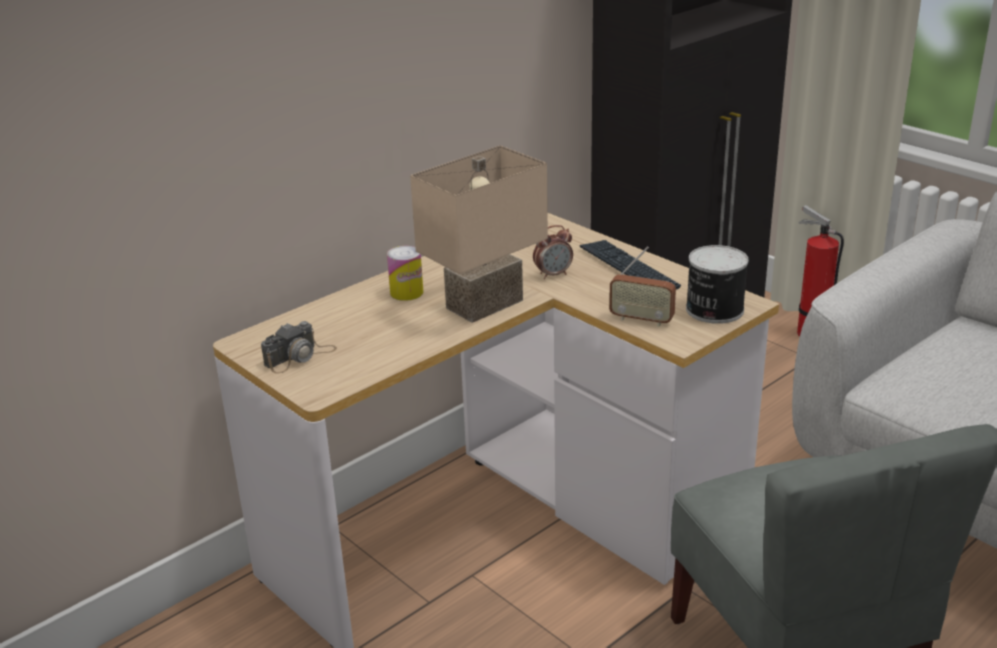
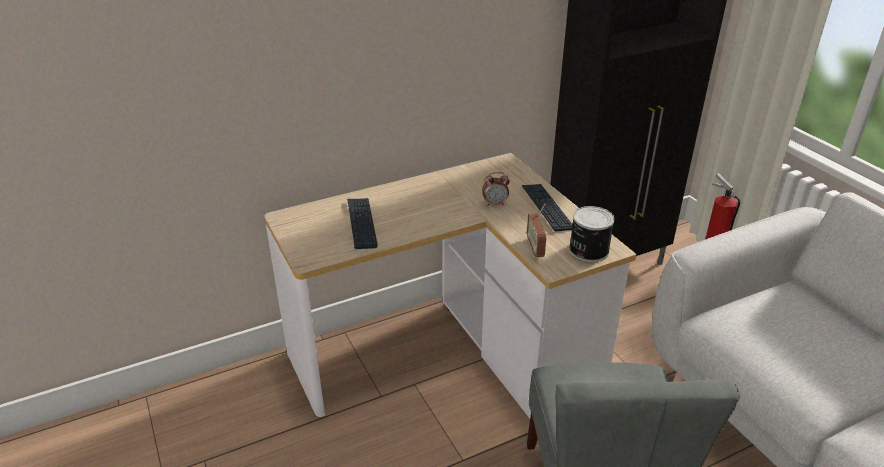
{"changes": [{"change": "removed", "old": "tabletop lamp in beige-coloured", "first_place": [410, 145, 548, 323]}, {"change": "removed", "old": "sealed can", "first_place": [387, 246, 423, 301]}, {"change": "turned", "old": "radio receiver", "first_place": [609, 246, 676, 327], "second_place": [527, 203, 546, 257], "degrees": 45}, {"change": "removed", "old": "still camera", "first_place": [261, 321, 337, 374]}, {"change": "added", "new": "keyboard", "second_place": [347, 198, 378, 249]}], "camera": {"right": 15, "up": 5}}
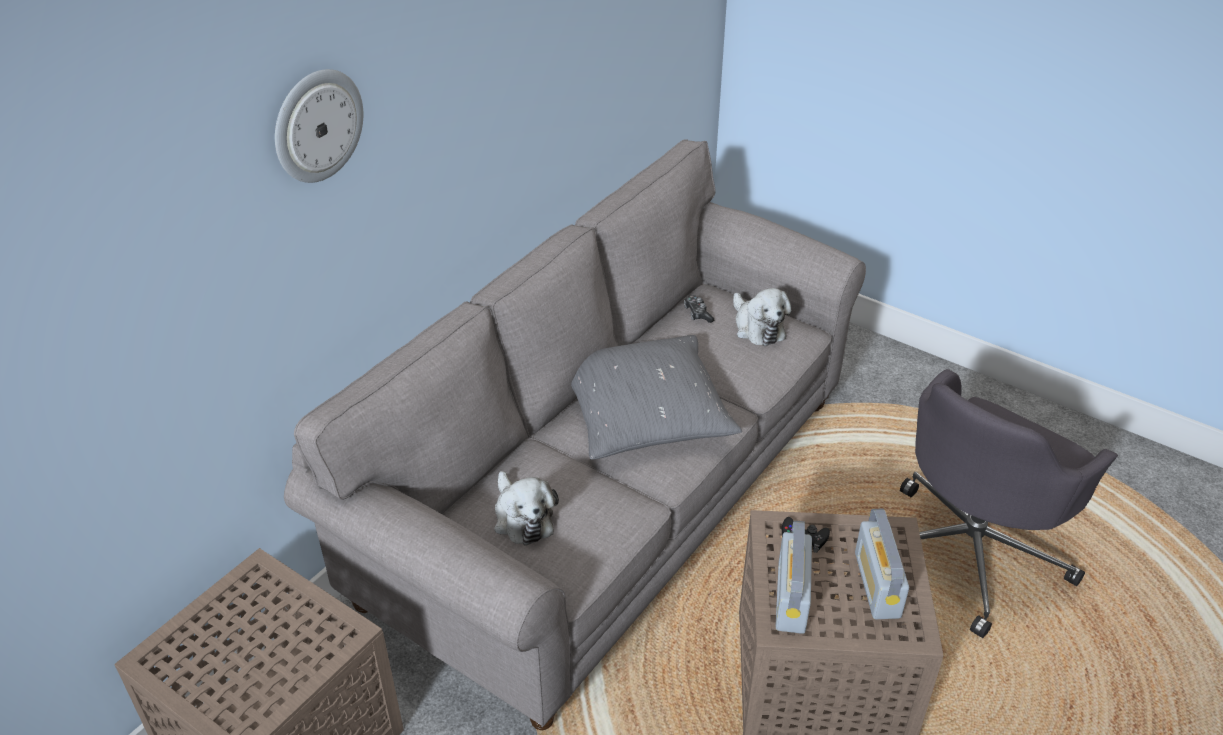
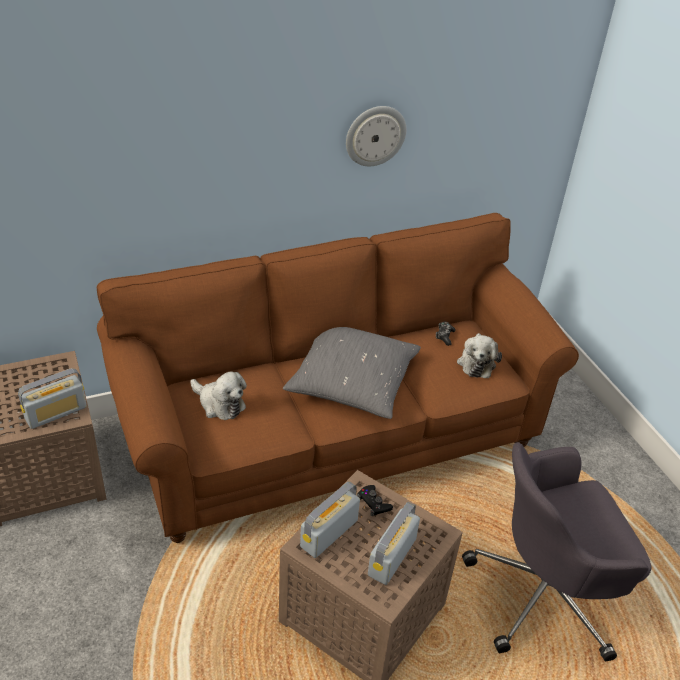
{"changes": [{"change": "moved", "old": "hanging clock", "first_place": [275, 69, 363, 183], "second_place": [346, 106, 406, 166]}, {"change": "recoloured", "old": "couch in grey", "new": "couch in brown", "first_place": [284, 139, 866, 730], "second_place": [97, 213, 579, 543]}, {"change": "turned", "old": "cuddly toy", "first_place": [494, 471, 559, 546], "second_place": [190, 371, 247, 420], "degrees": -60}, {"change": "added", "new": "radio receiver", "second_place": [18, 368, 87, 429]}], "camera": {"right": 30, "up": 0}}
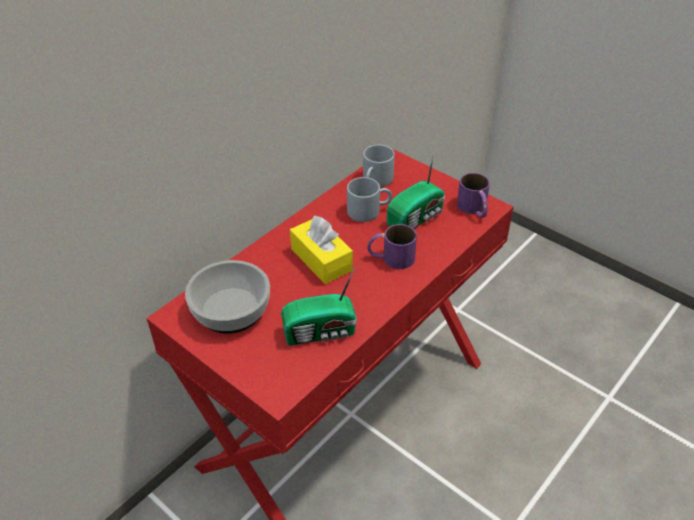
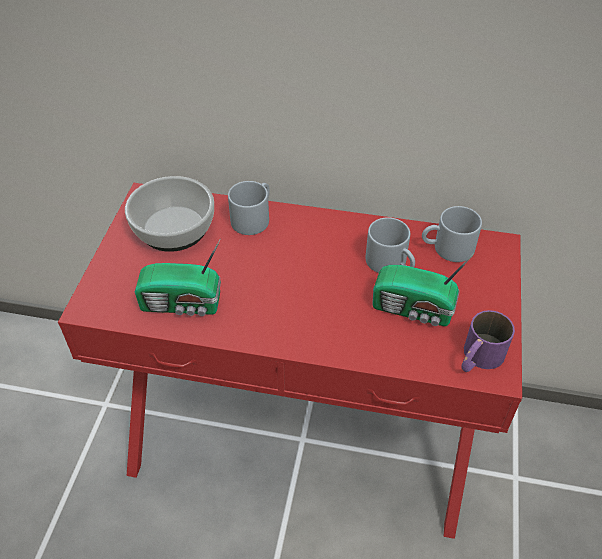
{"changes": [{"change": "removed", "old": "tissue holder in yellowish", "first_place": [290, 216, 353, 284]}, {"change": "removed", "old": "mug in purplish", "first_place": [367, 224, 417, 269]}, {"change": "turned", "old": "radio receiver", "first_place": [281, 267, 357, 345], "second_place": [135, 238, 221, 316], "degrees": -45}, {"change": "added", "new": "mug in grey", "second_place": [228, 181, 270, 235]}], "camera": {"right": 60, "up": 5}}
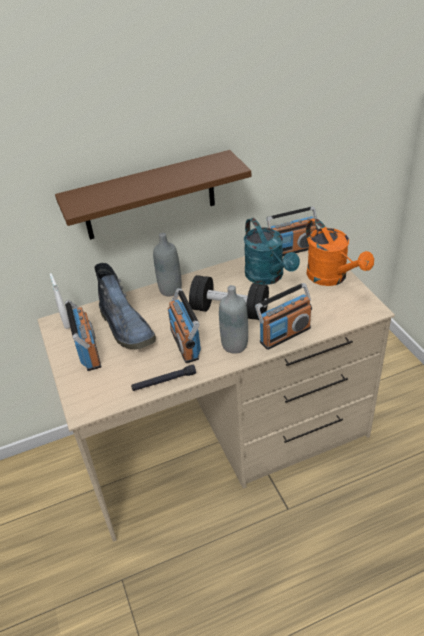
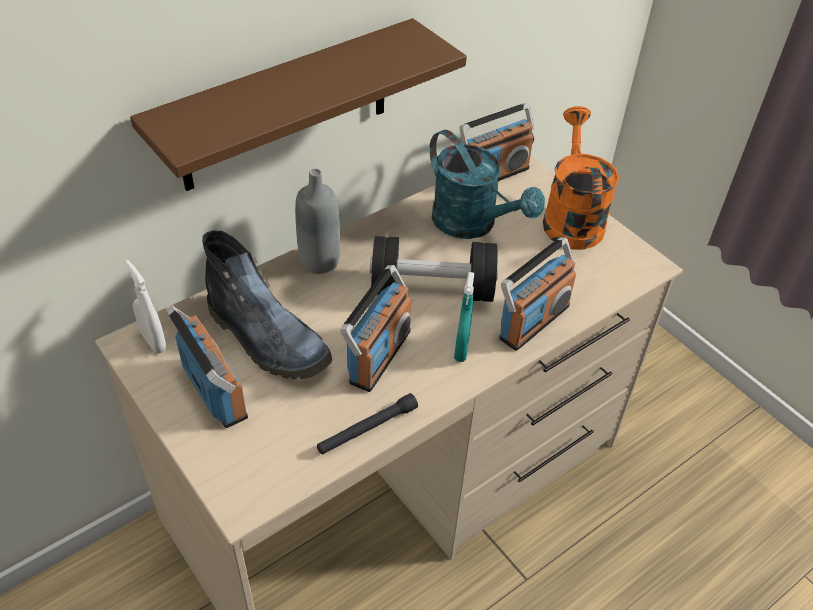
{"changes": [{"change": "turned", "old": "watering can in orange", "first_place": [306, 219, 374, 286], "second_place": [543, 106, 619, 250], "degrees": -135}, {"change": "replaced", "old": "beverage bottle in grey", "new": "sprayer in turquoise", "first_place": [219, 285, 248, 354], "second_place": [454, 272, 474, 362]}, {"change": "turned", "old": "radio receiver", "first_place": [168, 288, 201, 363], "second_place": [340, 265, 411, 392], "degrees": -120}], "camera": {"right": -20, "up": 5}}
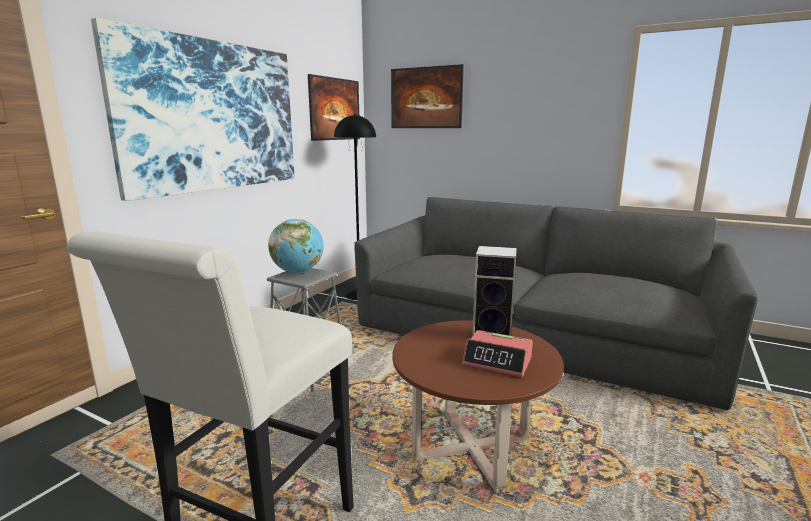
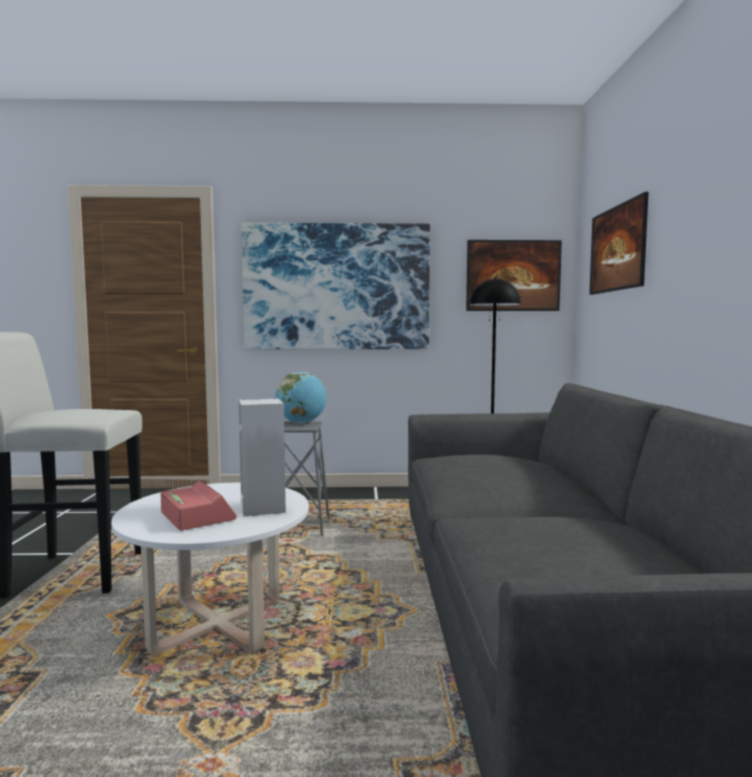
{"changes": [{"change": "recoloured", "old": "low table in brown", "new": "low table in whitish", "first_place": [392, 320, 564, 490], "second_place": [111, 483, 309, 656]}, {"change": "turned", "old": "alarm clock", "first_place": [462, 330, 533, 377], "second_place": [161, 481, 237, 531], "degrees": 150}], "camera": {"right": 60, "up": -10}}
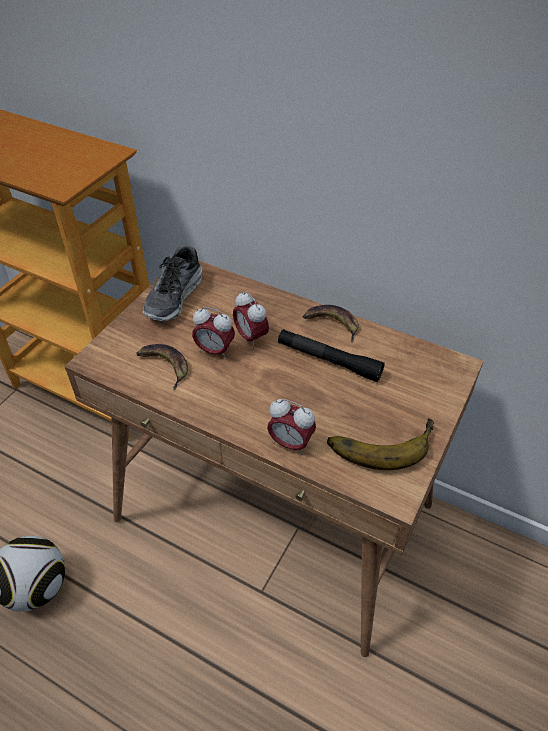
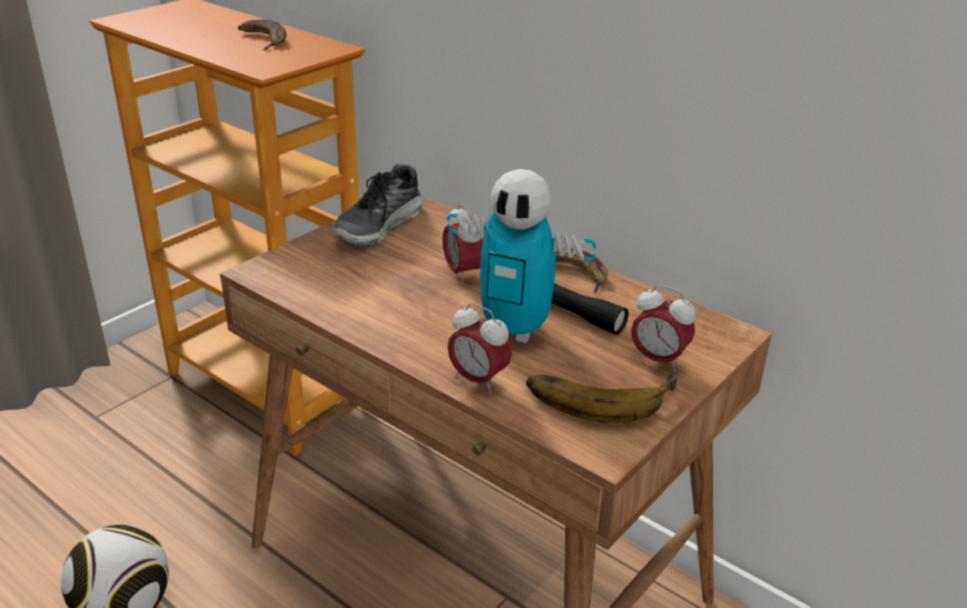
{"changes": [{"change": "moved", "old": "alarm clock", "first_place": [192, 307, 235, 359], "second_place": [631, 285, 696, 372]}, {"change": "moved", "old": "banana", "first_place": [136, 344, 188, 390], "second_place": [238, 19, 287, 50]}, {"change": "added", "new": "model robot", "second_place": [447, 169, 596, 343]}], "camera": {"right": 10, "up": -15}}
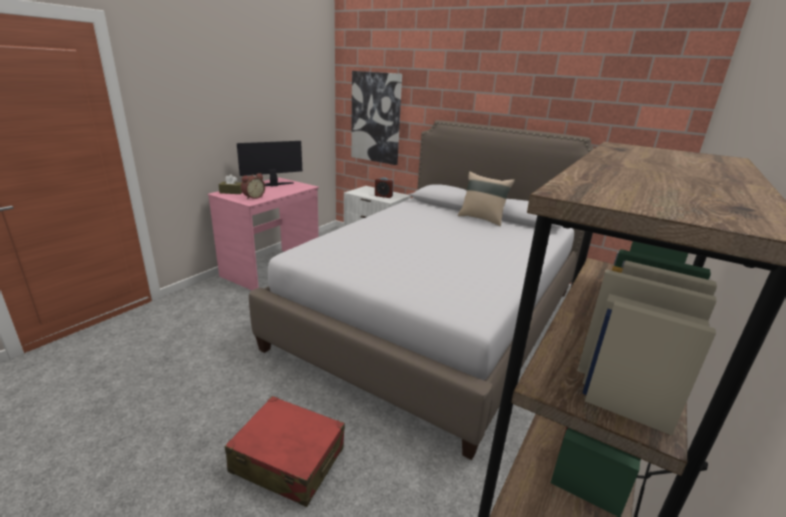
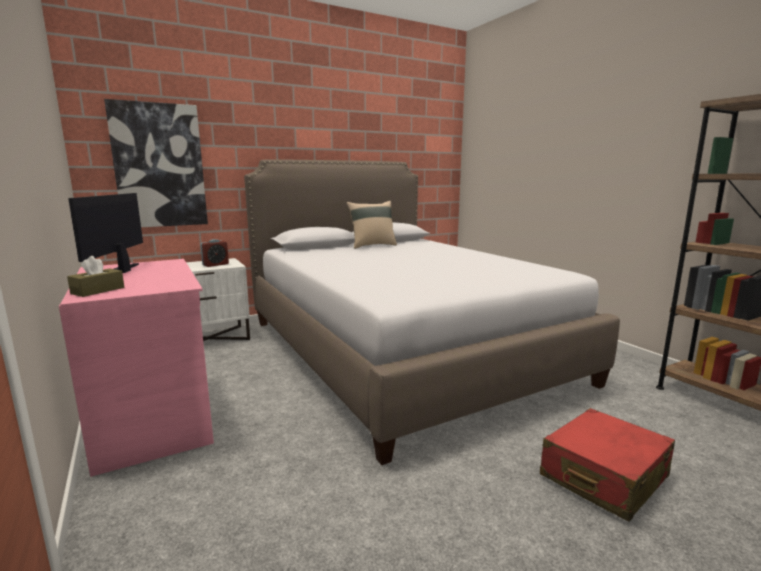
{"changes": [{"change": "removed", "old": "alarm clock", "first_place": [241, 173, 265, 199]}], "camera": {"right": -60, "up": -10}}
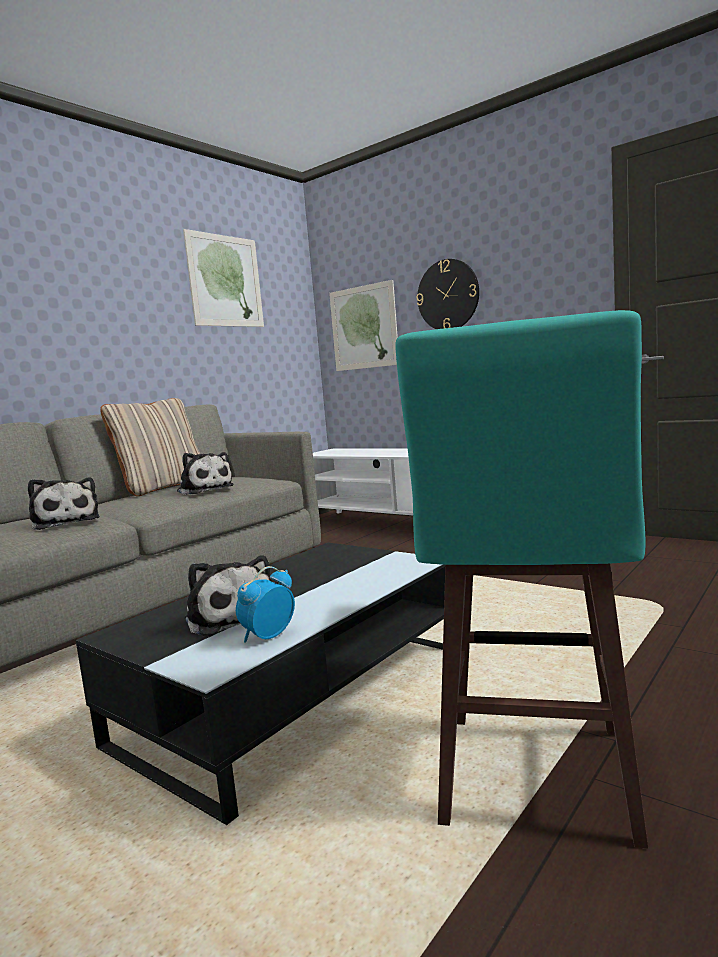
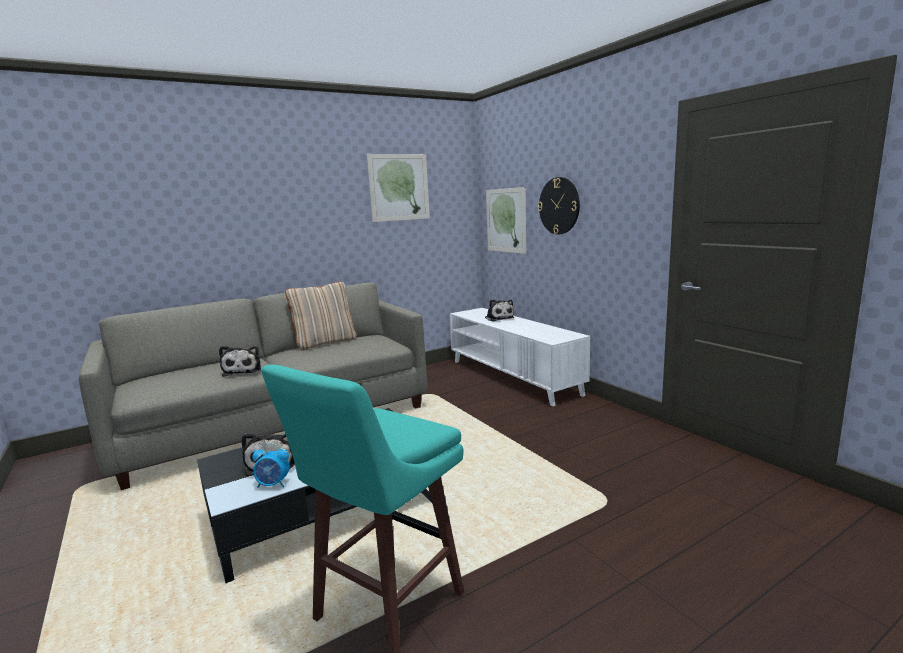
{"changes": [{"change": "moved", "old": "cuddly toy", "first_place": [177, 452, 234, 495], "second_place": [485, 299, 514, 321]}, {"change": "turned", "old": "alarm clock", "first_place": [236, 566, 295, 643], "second_place": [252, 443, 290, 488], "degrees": -150}], "camera": {"right": 20, "up": 5}}
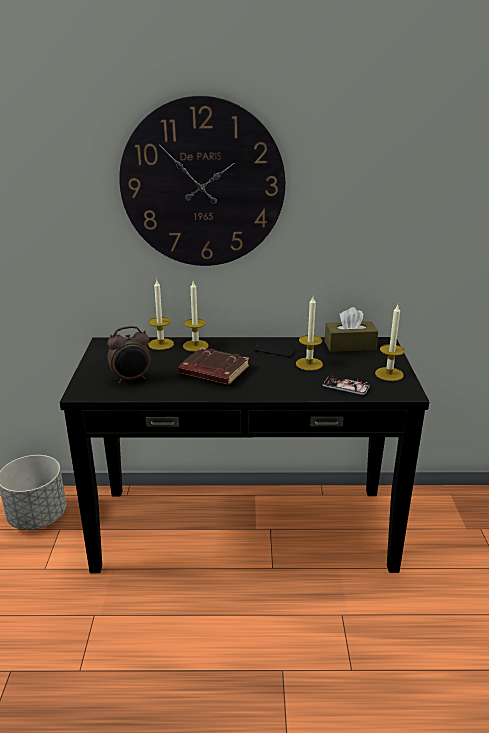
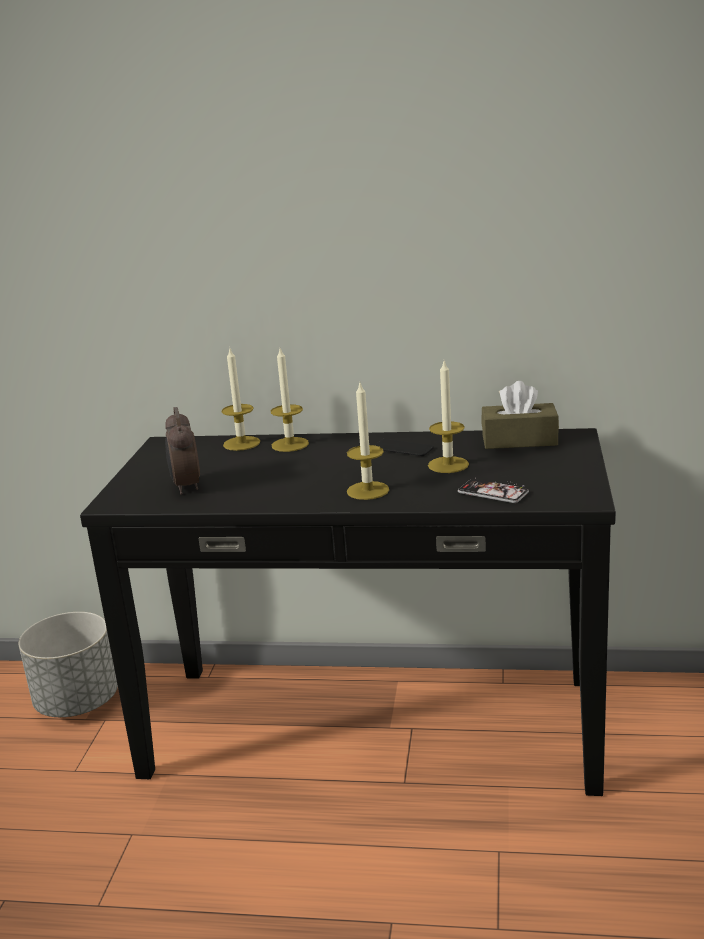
{"changes": [{"change": "removed", "old": "hanging clock", "first_place": [119, 96, 285, 266]}, {"change": "moved", "old": "wax candle", "first_place": [375, 305, 405, 381], "second_place": [347, 383, 389, 500]}, {"change": "turned", "old": "alarm clock", "first_place": [108, 326, 151, 384], "second_place": [165, 407, 200, 495], "degrees": 90}, {"change": "removed", "old": "volume in brown", "first_place": [178, 347, 249, 385]}], "camera": {"right": 10, "up": -5}}
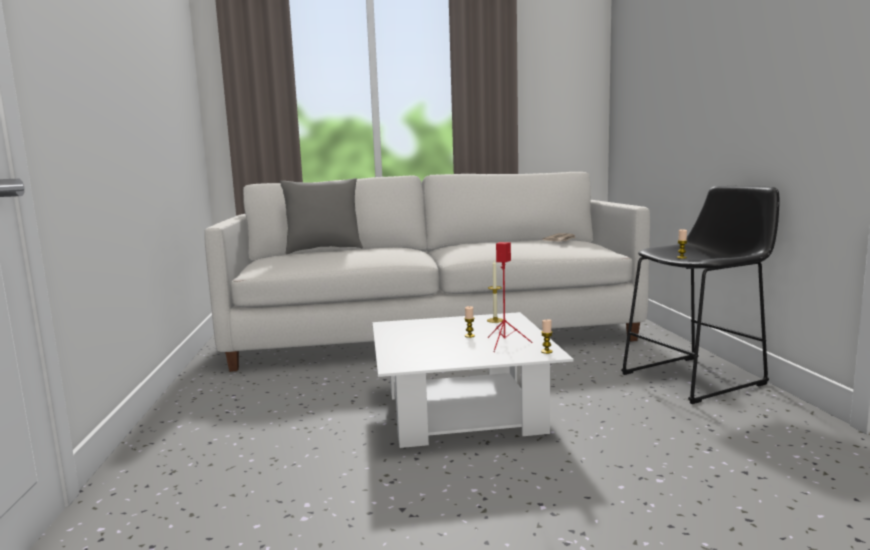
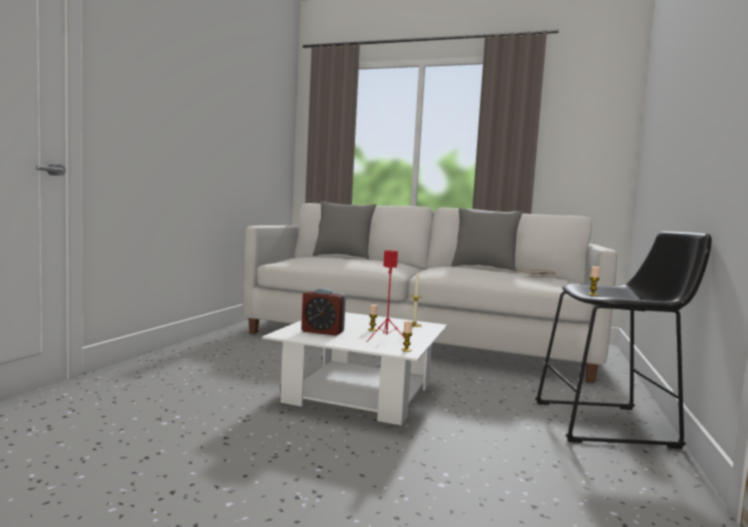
{"changes": [{"change": "added", "new": "throw pillow in grey", "second_place": [451, 208, 523, 272]}, {"change": "added", "new": "alarm clock", "second_place": [301, 288, 346, 336]}], "camera": {"right": 25, "up": -5}}
